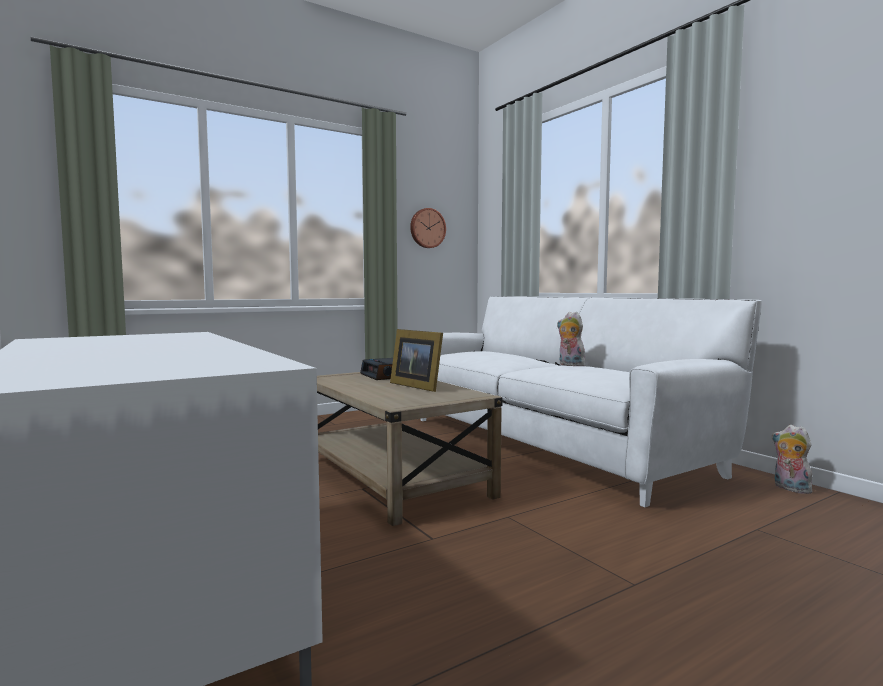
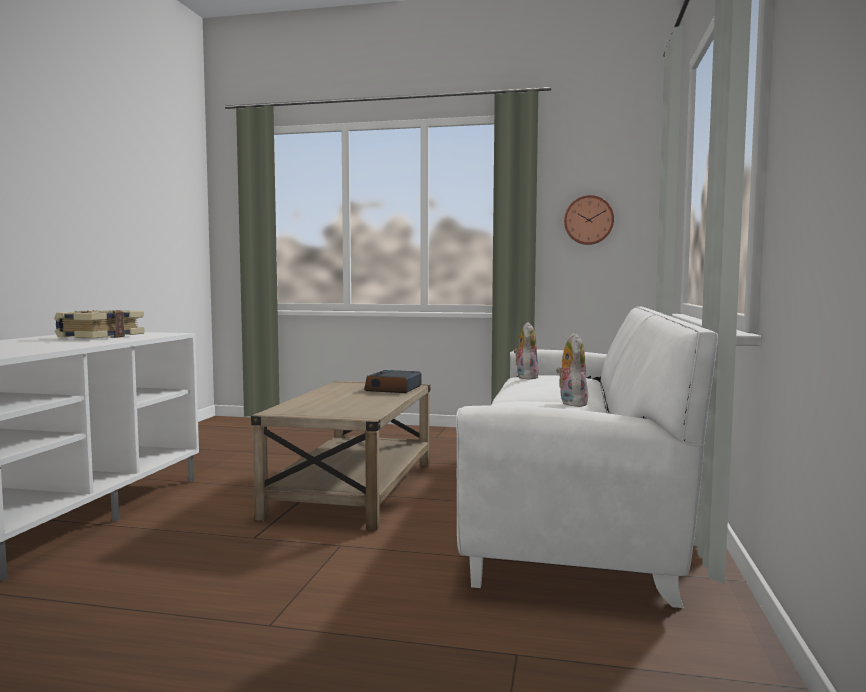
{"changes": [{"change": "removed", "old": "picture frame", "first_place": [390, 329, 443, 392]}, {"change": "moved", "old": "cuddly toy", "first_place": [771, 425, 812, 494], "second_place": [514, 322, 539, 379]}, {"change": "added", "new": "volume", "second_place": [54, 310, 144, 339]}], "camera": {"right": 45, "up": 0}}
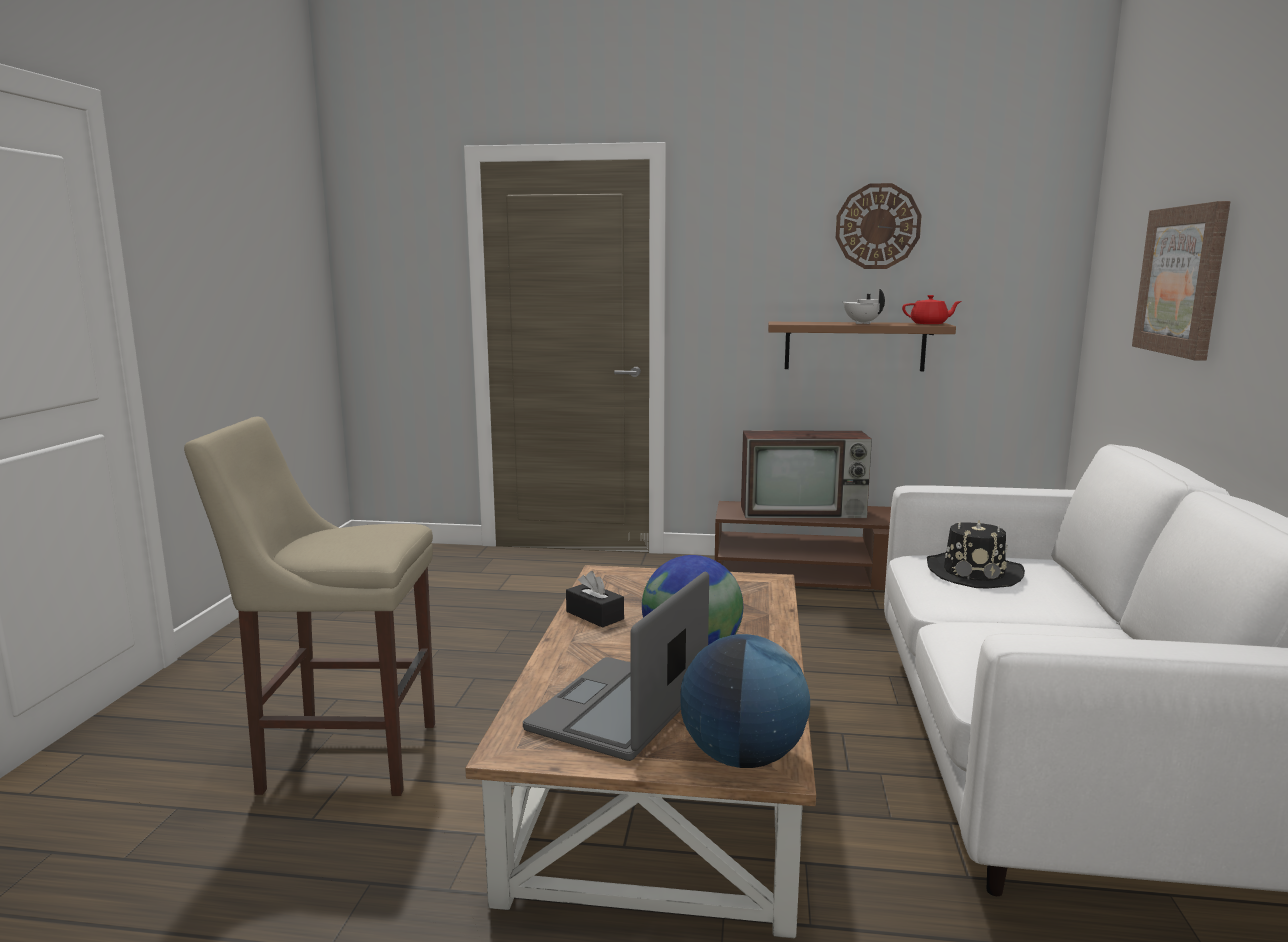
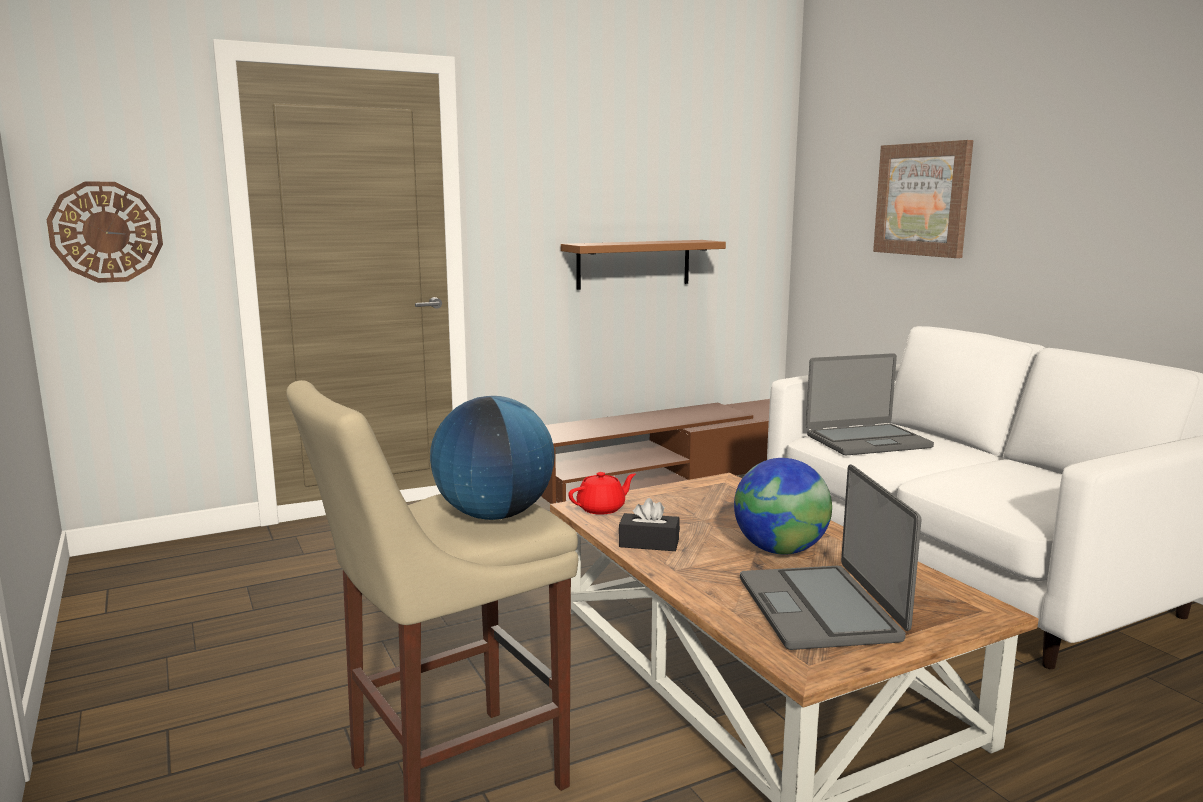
{"changes": [{"change": "moved", "old": "hanging clock", "first_place": [836, 183, 921, 269], "second_place": [47, 182, 163, 283]}, {"change": "removed", "old": "teapot in whitish", "first_place": [843, 289, 885, 324]}, {"change": "moved", "old": "teapot in reddish", "first_place": [902, 295, 962, 324], "second_place": [568, 472, 636, 515]}, {"change": "removed", "old": "television", "first_place": [741, 430, 872, 518]}, {"change": "replaced", "old": "clothing hat in blackish", "new": "laptop", "first_place": [927, 520, 1025, 588], "second_place": [806, 353, 934, 455]}, {"change": "moved", "old": "world globe", "first_place": [680, 634, 810, 768], "second_place": [430, 396, 555, 520]}], "camera": {"right": -35, "up": 0}}
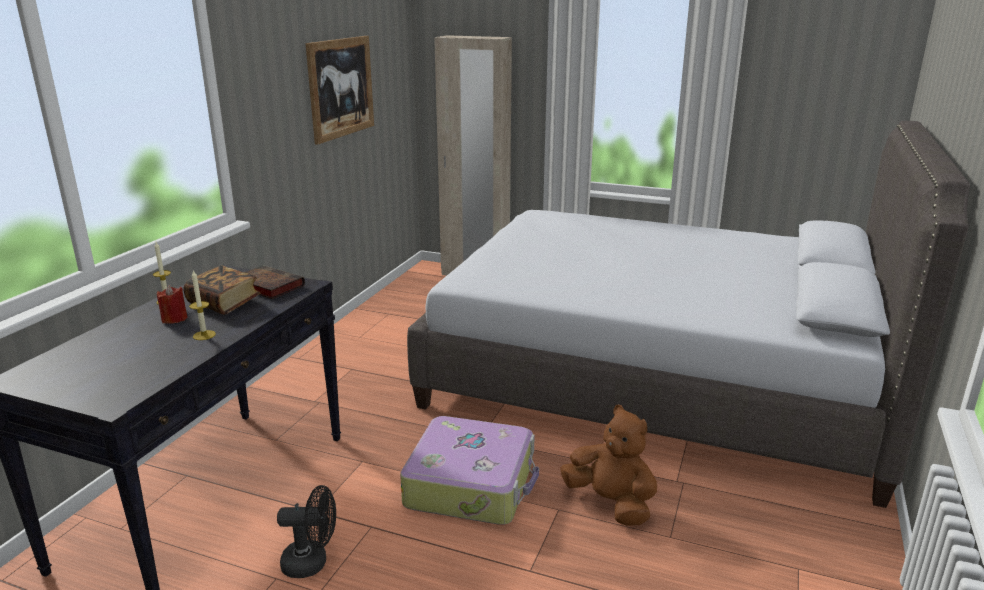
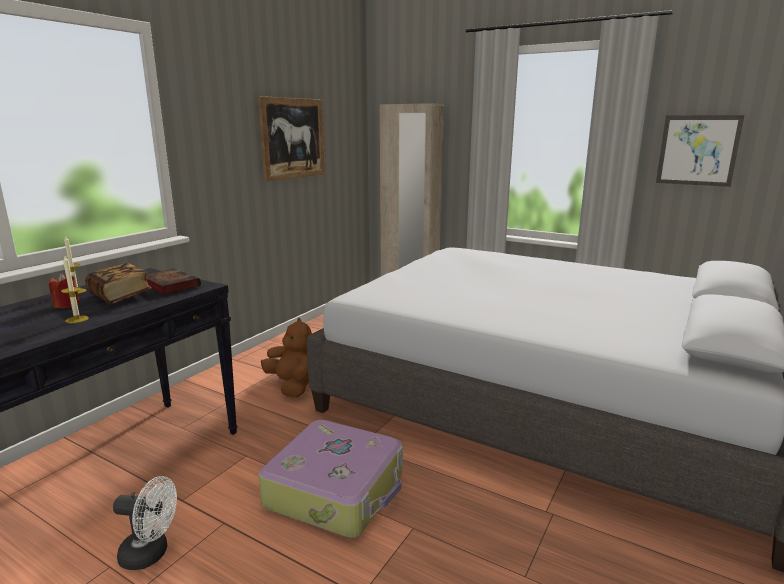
{"changes": [{"change": "moved", "old": "cuddly toy in brown", "first_place": [560, 405, 657, 526], "second_place": [261, 318, 312, 397]}, {"change": "recoloured", "old": "cooling fan in blackish", "new": "cooling fan in whitish", "first_place": [277, 485, 336, 578], "second_place": [113, 476, 177, 570]}, {"change": "added", "new": "wall art", "second_place": [656, 115, 744, 187]}], "camera": {"right": 10, "up": -5}}
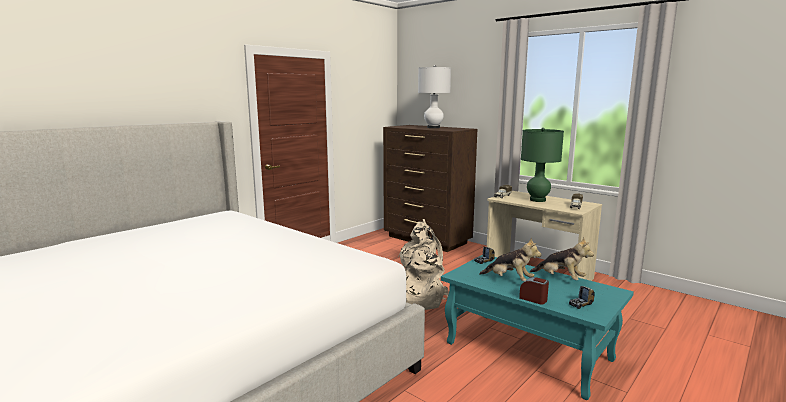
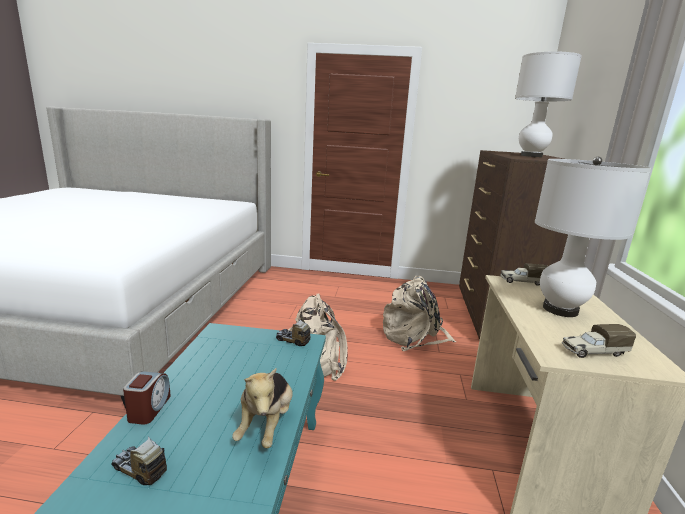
{"changes": [{"change": "recoloured", "old": "tabletop lamp in greenish", "new": "tabletop lamp in whitish", "first_place": [521, 128, 564, 202], "second_place": [535, 157, 651, 317]}, {"change": "removed", "old": "cuddly toy", "first_place": [479, 238, 541, 281]}], "camera": {"right": 55, "up": 5}}
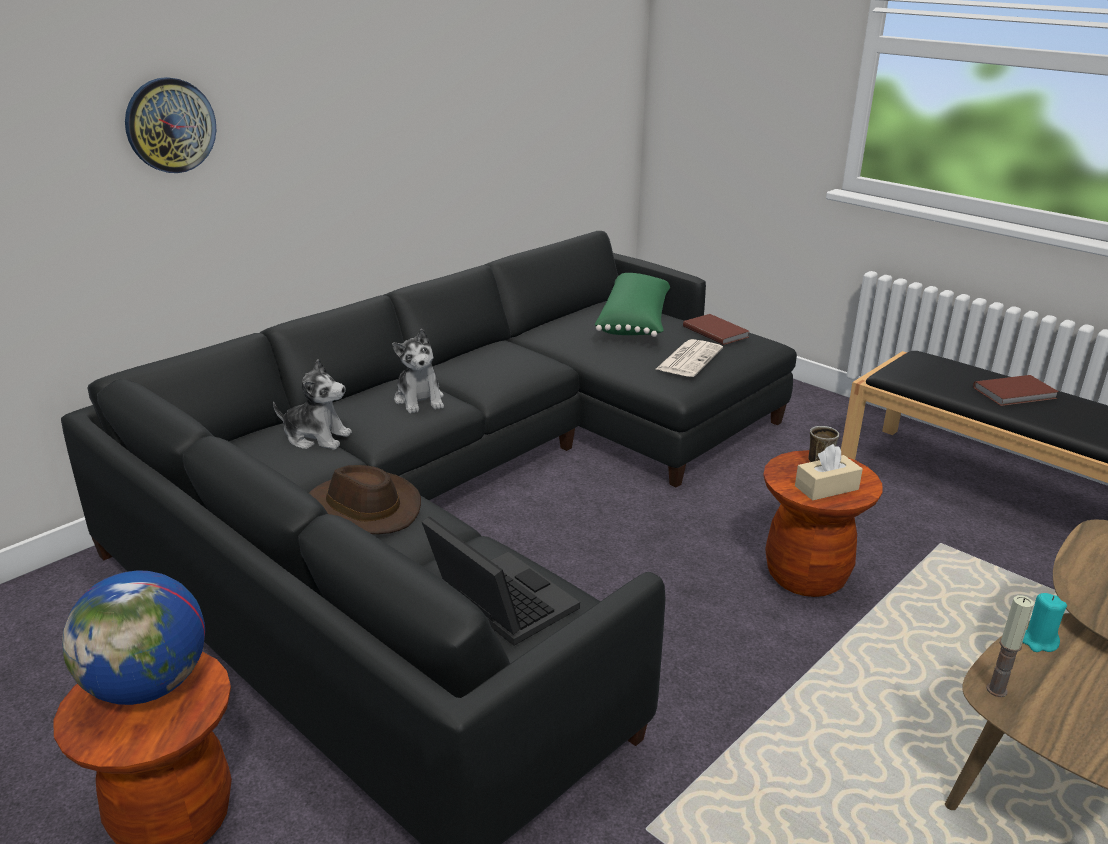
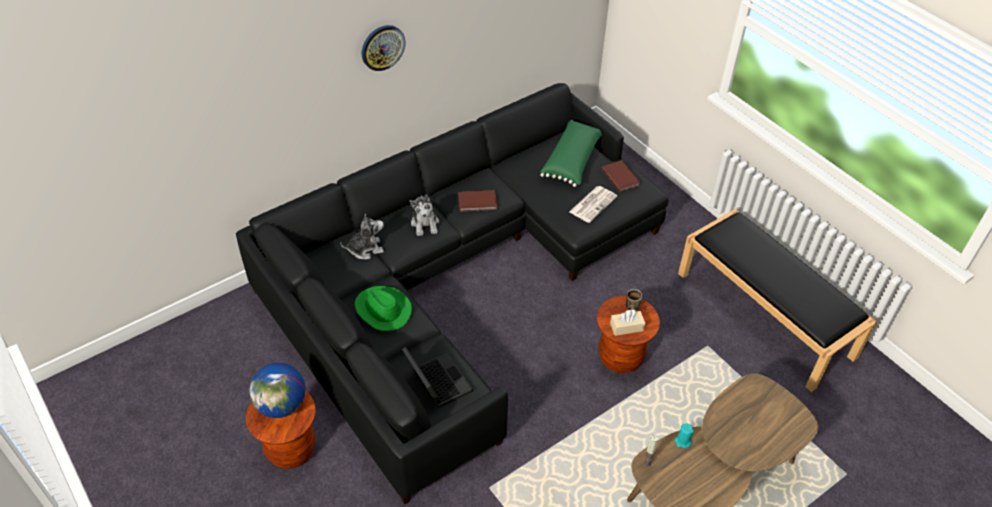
{"changes": [{"change": "moved", "old": "hanging clock", "first_place": [125, 77, 216, 173], "second_place": [362, 25, 406, 71]}, {"change": "turned", "old": "cuddly toy", "first_place": [273, 359, 352, 450], "second_place": [340, 214, 384, 259], "degrees": -45}, {"change": "moved", "old": "volume in brown", "first_place": [973, 375, 1059, 406], "second_place": [458, 190, 497, 212]}, {"change": "recoloured", "old": "clothing hat in brown", "new": "clothing hat in greenish", "first_place": [309, 465, 421, 534], "second_place": [355, 286, 412, 331]}], "camera": {"right": 10, "up": 20}}
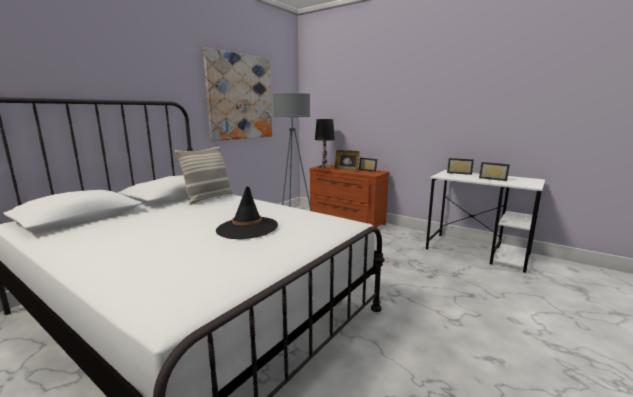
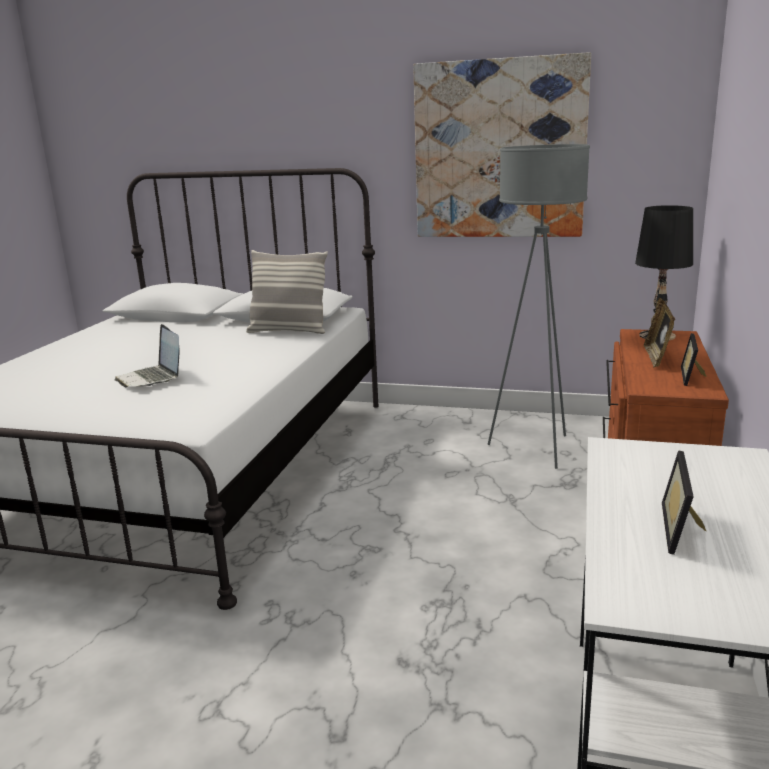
{"changes": [{"change": "removed", "old": "picture frame", "first_place": [447, 158, 474, 175]}, {"change": "replaced", "old": "clothing hat in blackish", "new": "laptop", "first_place": [216, 186, 278, 239], "second_place": [115, 324, 179, 388]}], "camera": {"right": 70, "up": 5}}
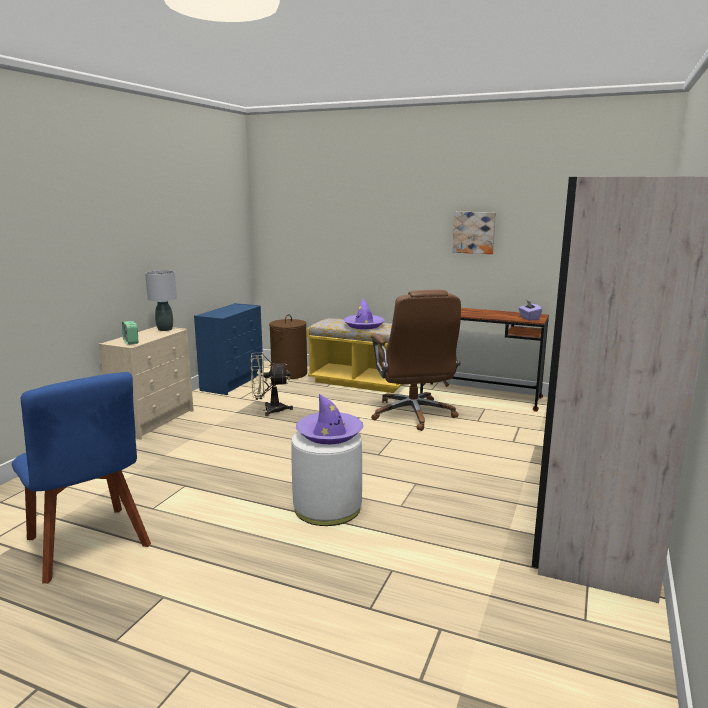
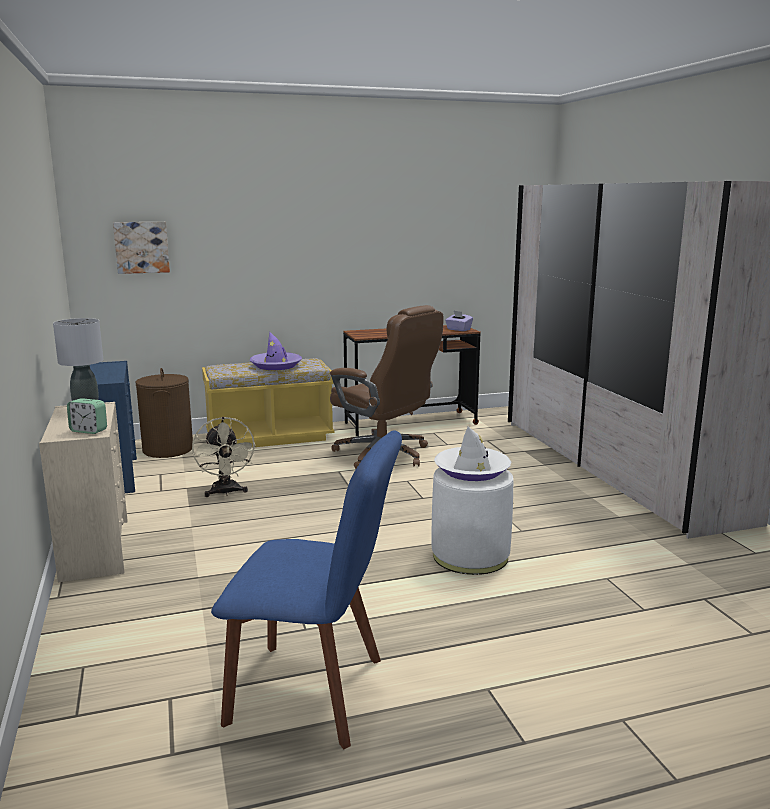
{"changes": [{"change": "moved", "old": "wall art", "first_place": [452, 212, 496, 254], "second_place": [113, 222, 170, 274]}, {"change": "turned", "old": "cooling fan in beige-coloured", "first_place": [251, 352, 293, 416], "second_place": [192, 417, 256, 497], "degrees": -60}, {"change": "recoloured", "old": "clothing hat in purplish", "new": "clothing hat in whitish", "first_place": [296, 394, 363, 444], "second_place": [434, 427, 511, 481]}], "camera": {"right": -40, "up": 0}}
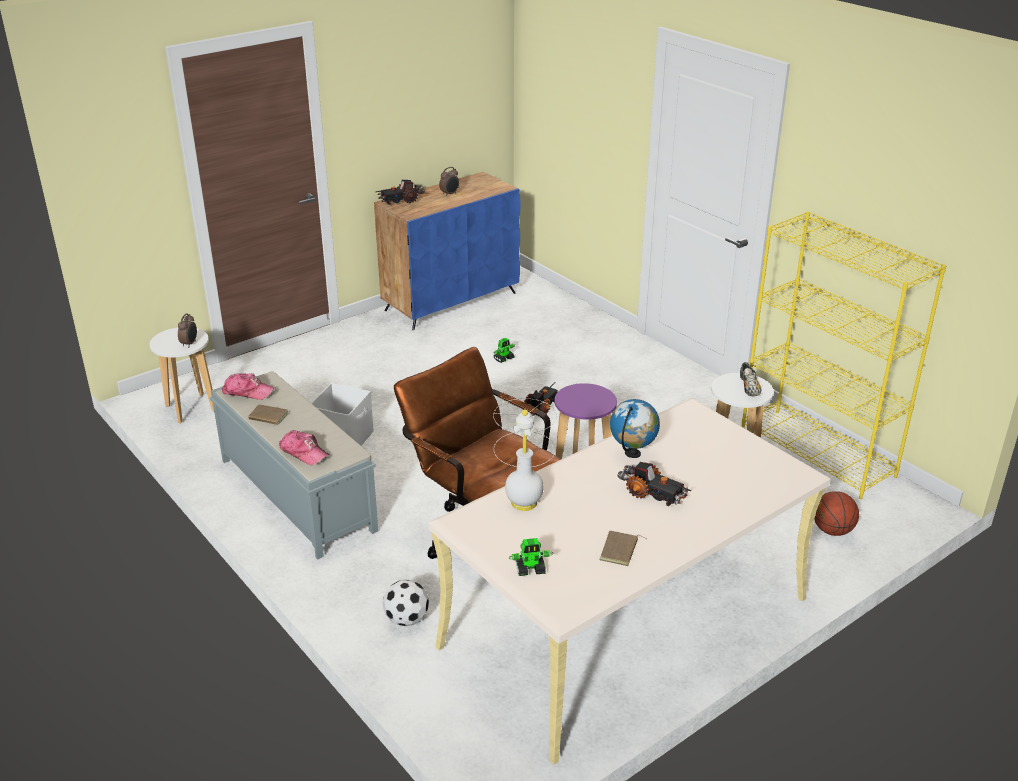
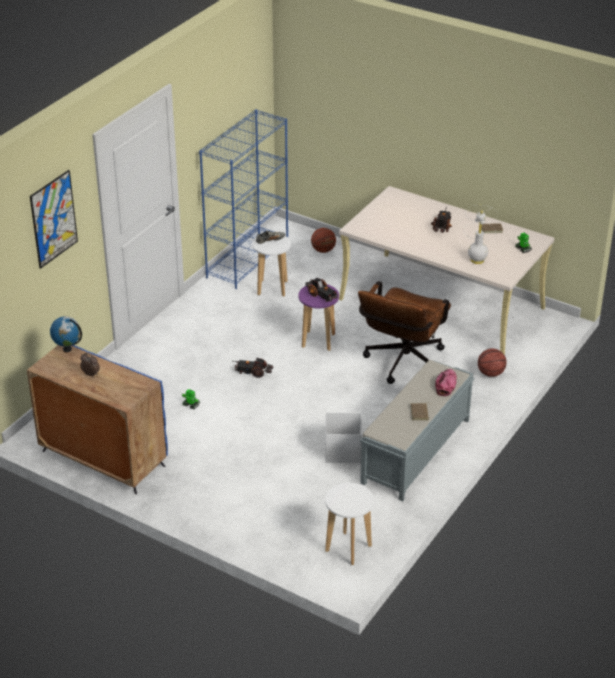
{"changes": [{"change": "moved", "old": "toy truck", "first_place": [376, 180, 425, 205], "second_place": [305, 278, 338, 302]}, {"change": "recoloured", "old": "bookshelf in yellowish", "new": "bookshelf in blue-coloured", "first_place": [741, 211, 946, 499], "second_place": [199, 109, 288, 289]}, {"change": "removed", "old": "alarm clock", "first_place": [178, 313, 197, 348]}, {"change": "removed", "old": "peaked cap", "first_place": [222, 373, 275, 400]}, {"change": "moved", "old": "world globe", "first_place": [610, 399, 660, 458], "second_place": [50, 316, 82, 352]}, {"change": "replaced", "old": "ball for football", "new": "ball for basketball", "first_place": [383, 579, 429, 626], "second_place": [478, 348, 507, 377]}, {"change": "added", "new": "wall art", "second_place": [30, 170, 78, 269]}], "camera": {"right": -110, "up": 5}}
